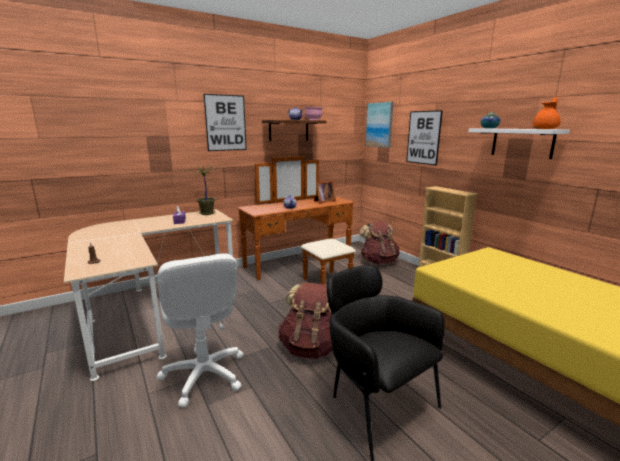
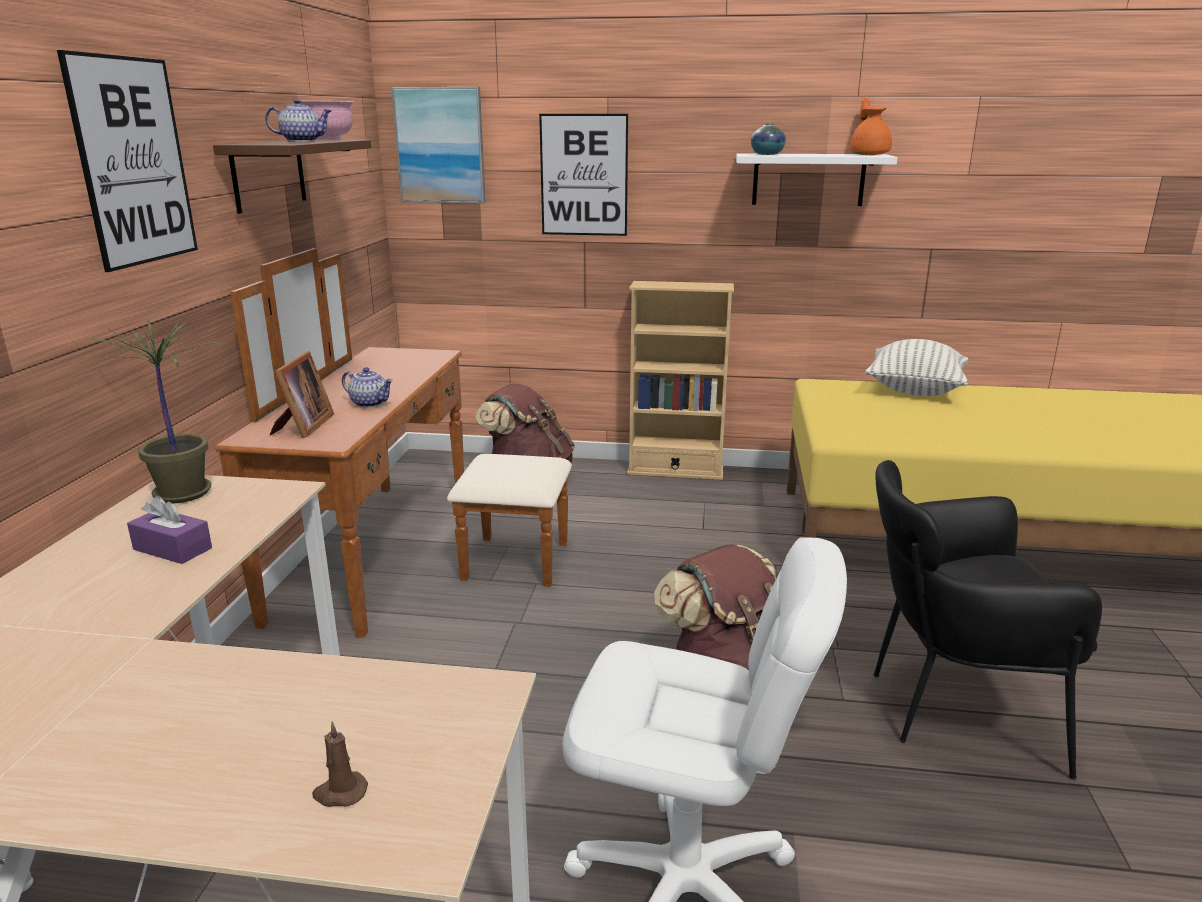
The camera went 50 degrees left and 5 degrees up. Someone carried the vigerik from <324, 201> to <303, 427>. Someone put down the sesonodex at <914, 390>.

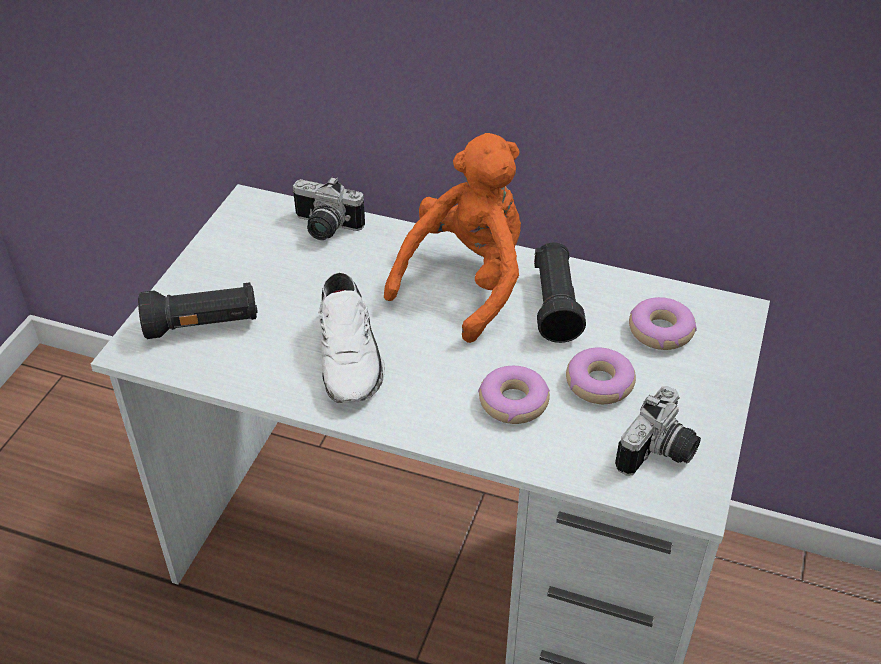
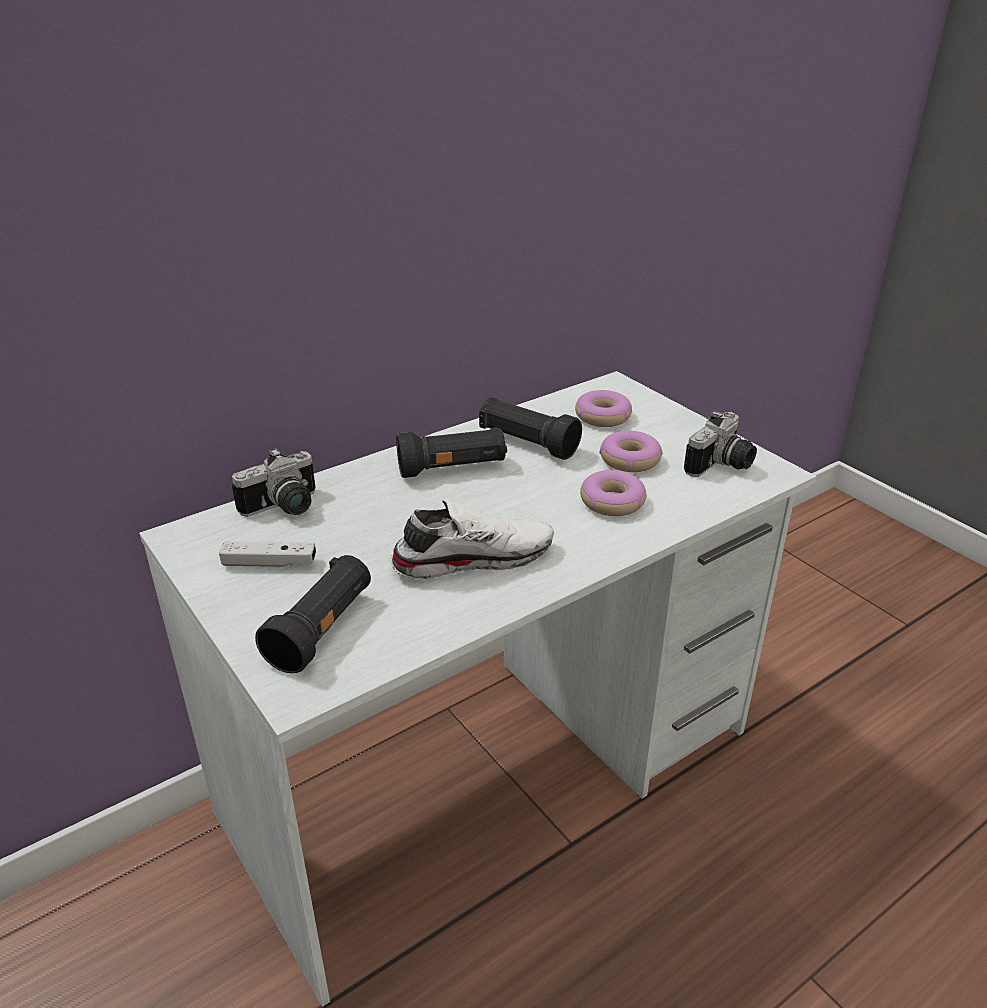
The camera went 55 degrees left and 10 degrees down. Someone put down the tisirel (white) at <269, 563>. Someone rotated the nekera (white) at <351, 356> by 45 degrees counterclockwise. Someone swapped the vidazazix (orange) at <466, 282> for the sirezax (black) at <452, 468>. Someone rotated the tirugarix at <660, 454> by 60 degrees clockwise.

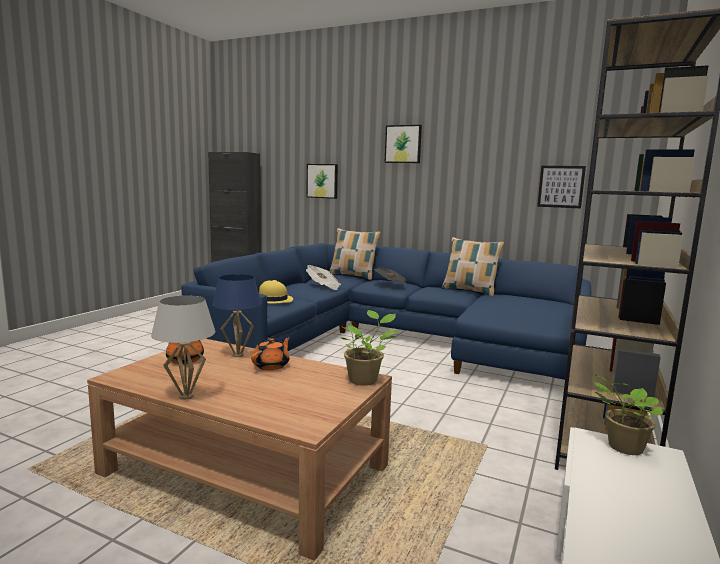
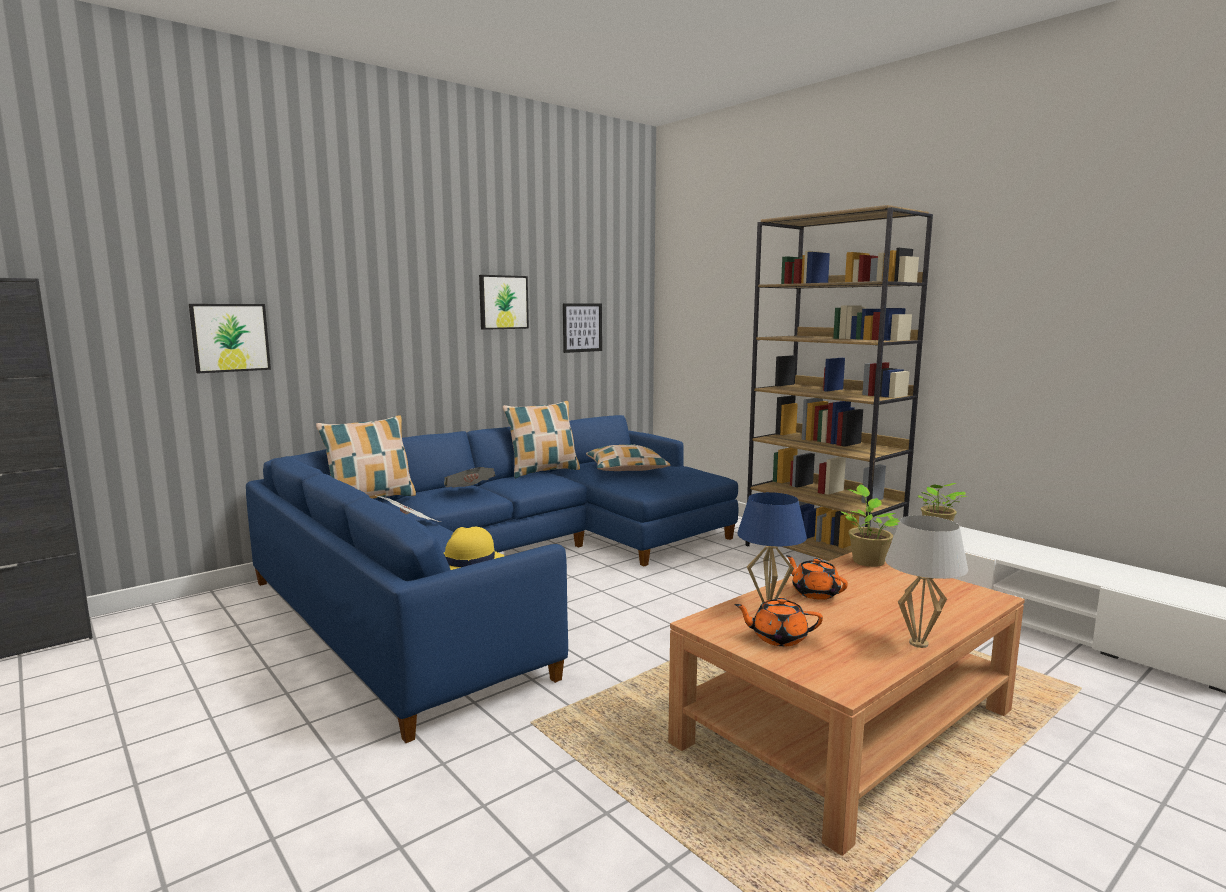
The camera went 65 degrees left and 0 degrees up. Someone carried the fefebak from <403, 144> to <503, 302>. Someone put down the sesonodex at <626, 469>.

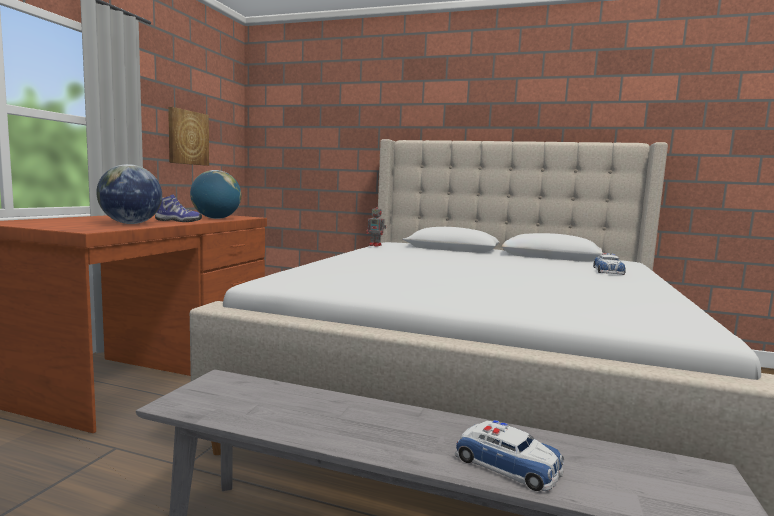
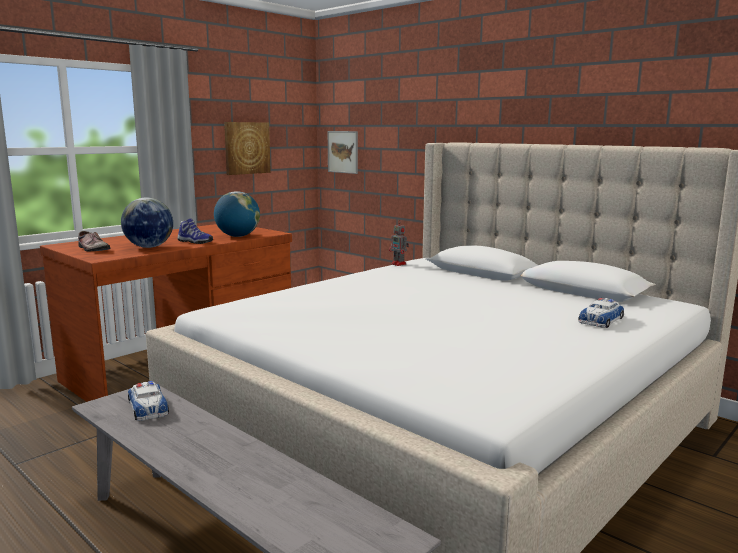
The camera went 25 degrees right and 5 degrees up. Someone put down the nekera at <92, 249>. Someone carried the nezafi from <507, 465> to <148, 407>. Someone put up the fefebak at <343, 152>.

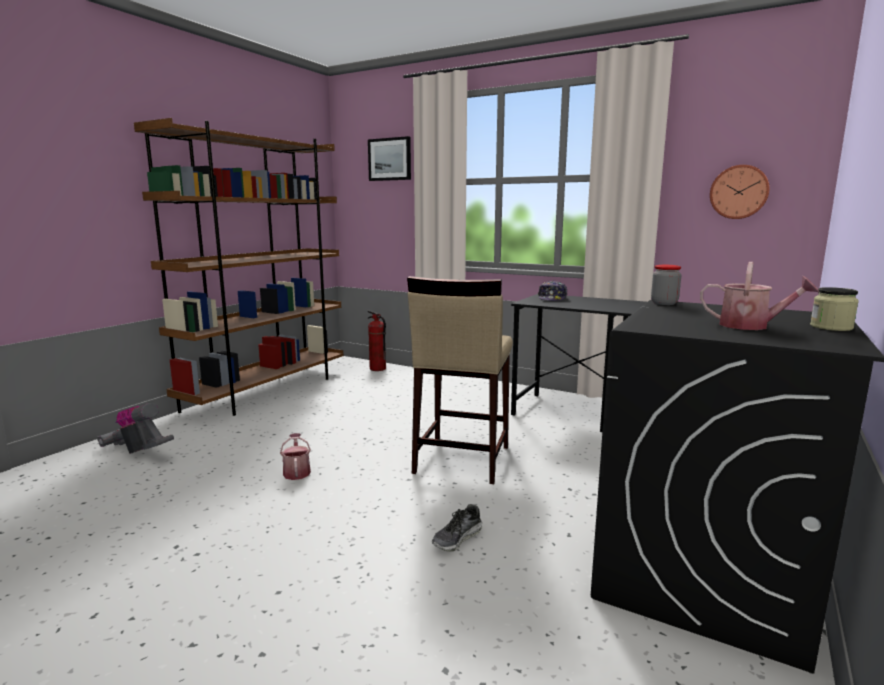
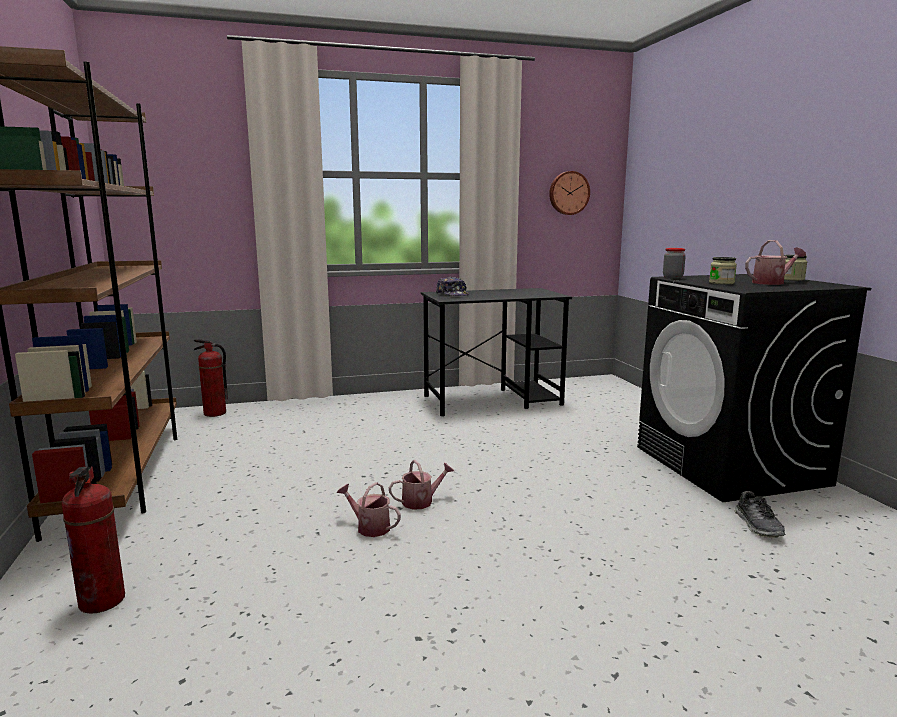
The camera went 45 degrees left and 0 degrees up. Someone swapped the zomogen at <138, 451> for the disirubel at <103, 601>. Someone put down the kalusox at <421, 501>. Someone put down the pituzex at <721, 283>. Someone carried the nekera from <457, 538> to <758, 526>. Someone took away the fefebak at <390, 159>. Someone took away the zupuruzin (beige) at <460, 460>.

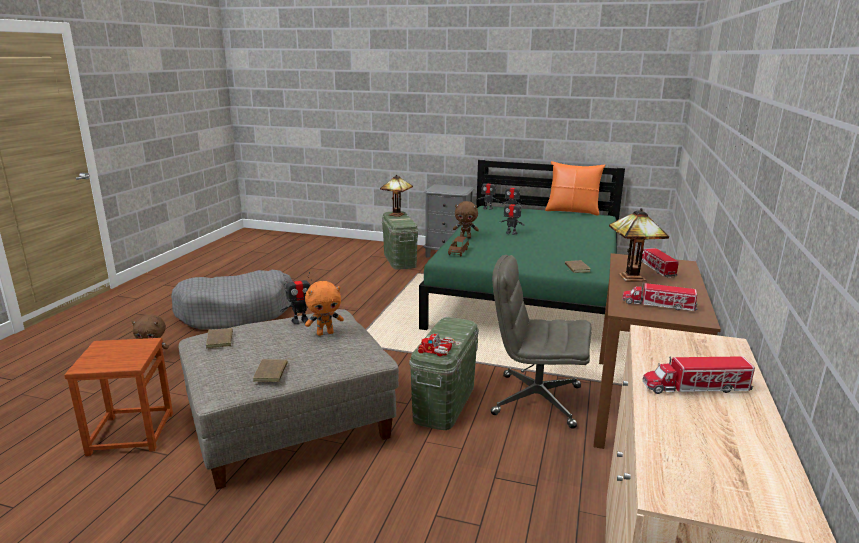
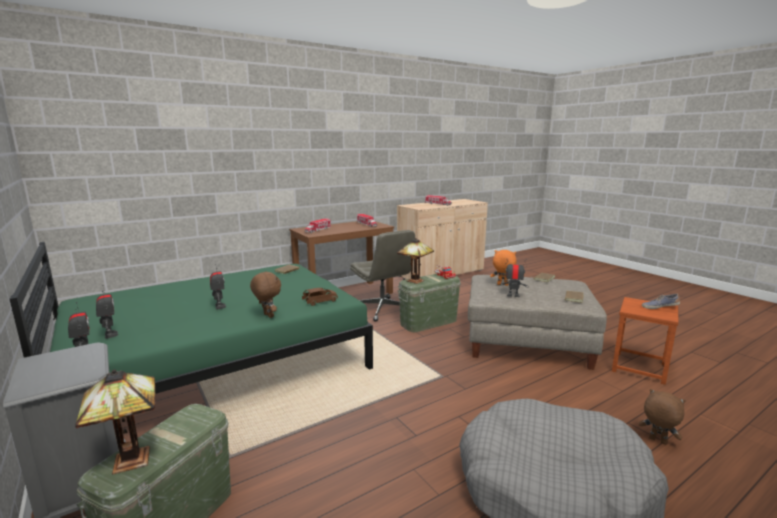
The camera went 140 degrees left and 5 degrees down. Someone carried the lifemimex from <630, 277> to <415, 281>. Someone put down the nekera at <659, 307>. Someone took away the sesonodex (orange) at <572, 211>.

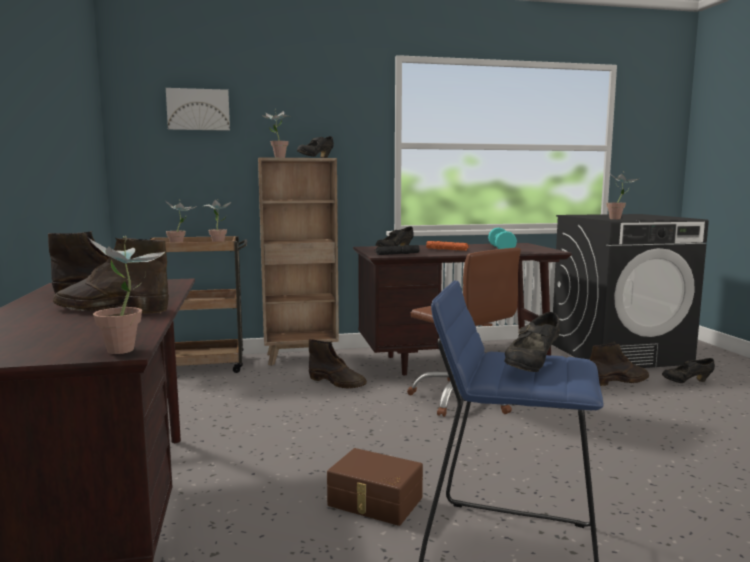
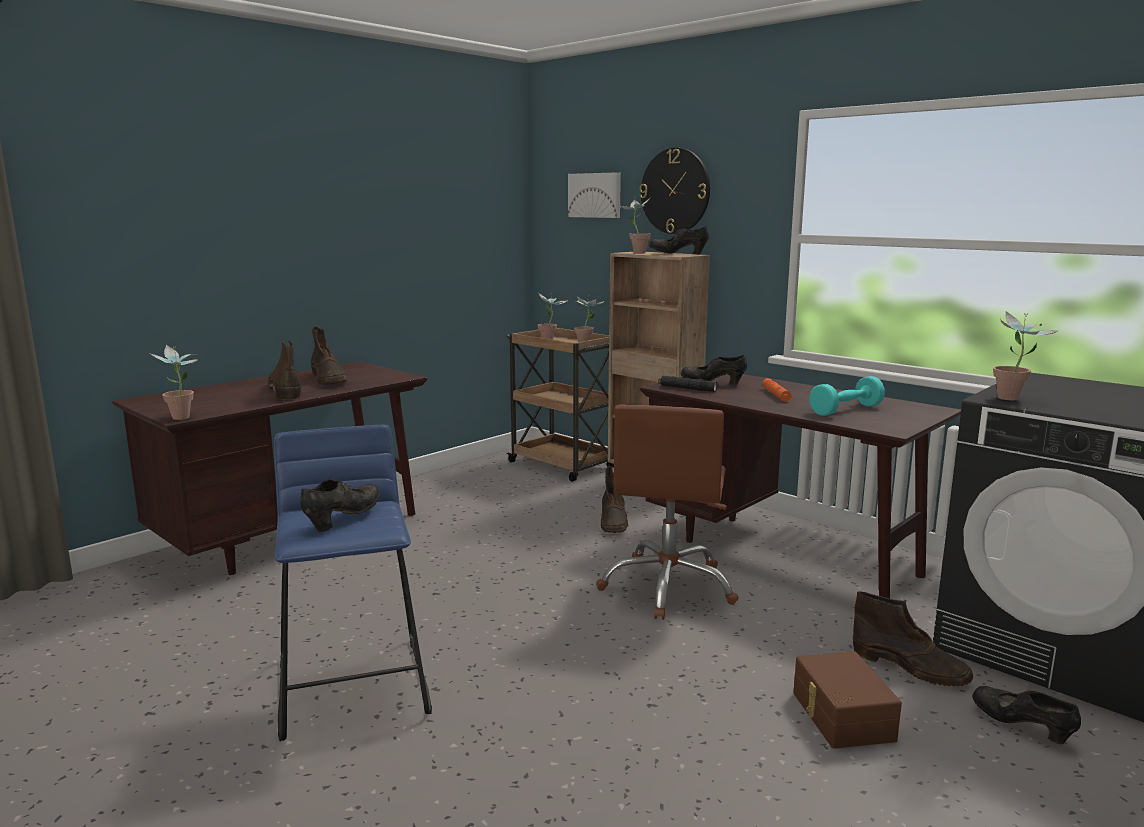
The camera went 55 degrees right and 5 degrees up. Someone rotated the nekera (black) at <532, 367> by 120 degrees clockwise. Someone put up the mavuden at <675, 191>. Someone carried the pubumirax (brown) from <374, 502> to <840, 716>.

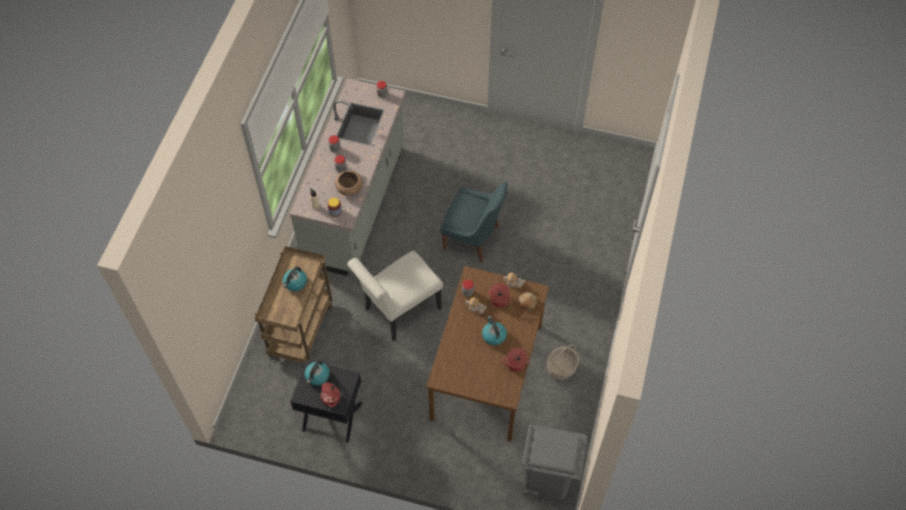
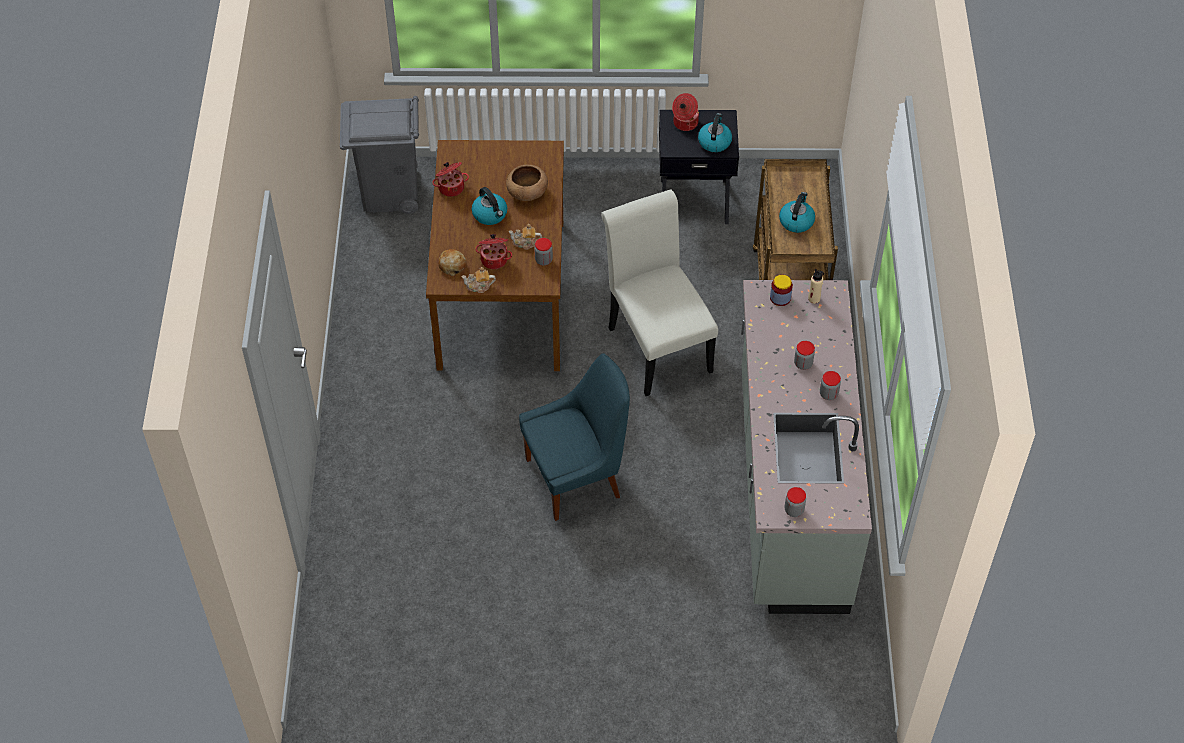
The camera went 165 degrees right and 5 degrees down. Someone carried the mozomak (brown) from <349, 188> to <526, 192>. Someone rotated the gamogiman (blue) at <473, 238> by 150 degrees clockwise. Someone rotated the gamogiman (white) at <398, 311> by 60 degrees counterclockwise. Someone took away the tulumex at <561, 368>.

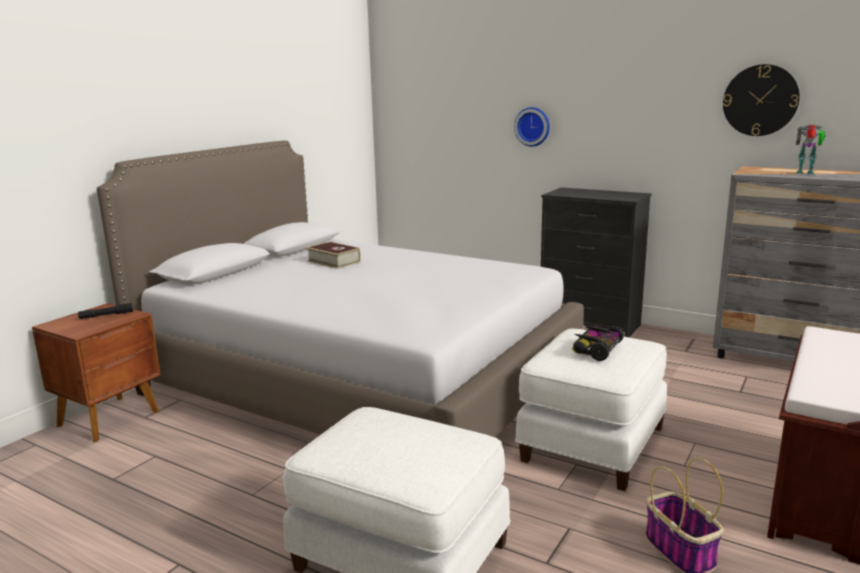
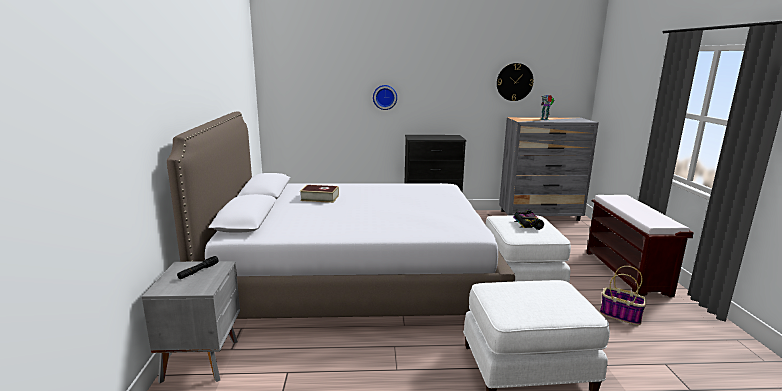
The camera went 35 degrees left and 0 degrees up. Someone repainted the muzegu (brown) at <111, 418>, which became the muzegu (grey) at <202, 360>.

